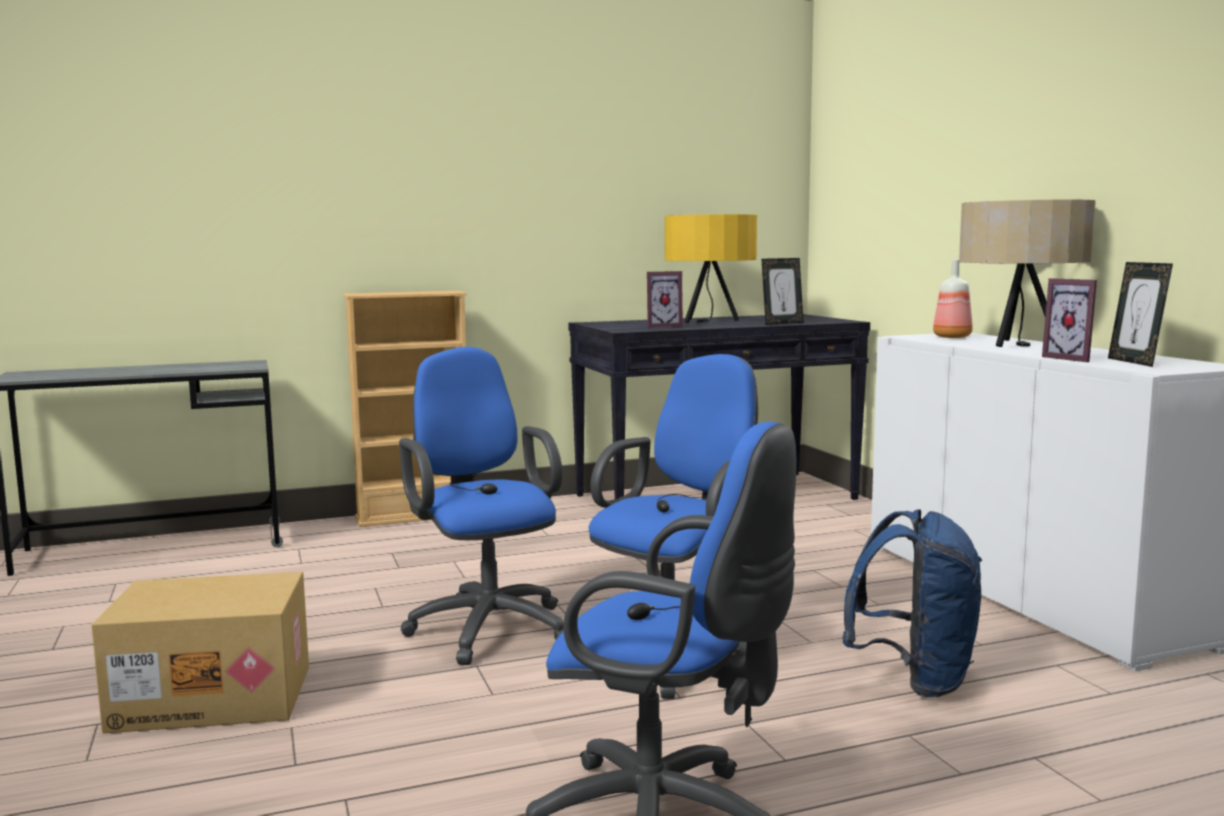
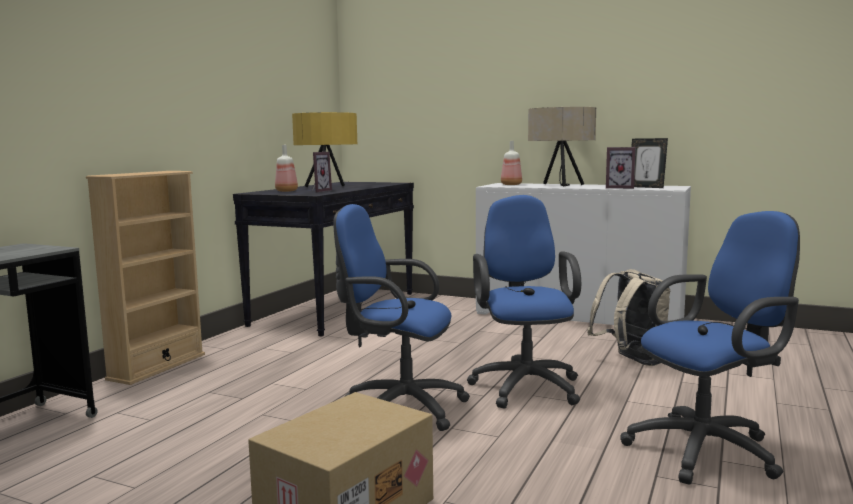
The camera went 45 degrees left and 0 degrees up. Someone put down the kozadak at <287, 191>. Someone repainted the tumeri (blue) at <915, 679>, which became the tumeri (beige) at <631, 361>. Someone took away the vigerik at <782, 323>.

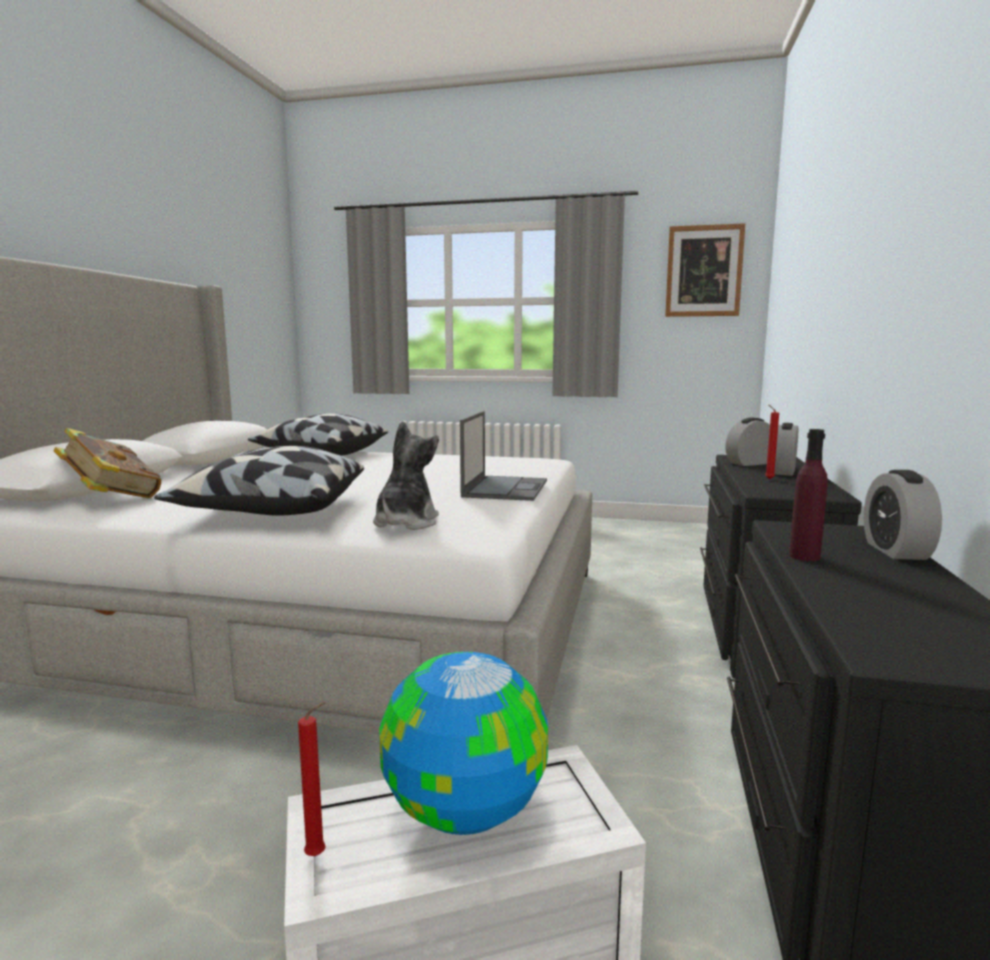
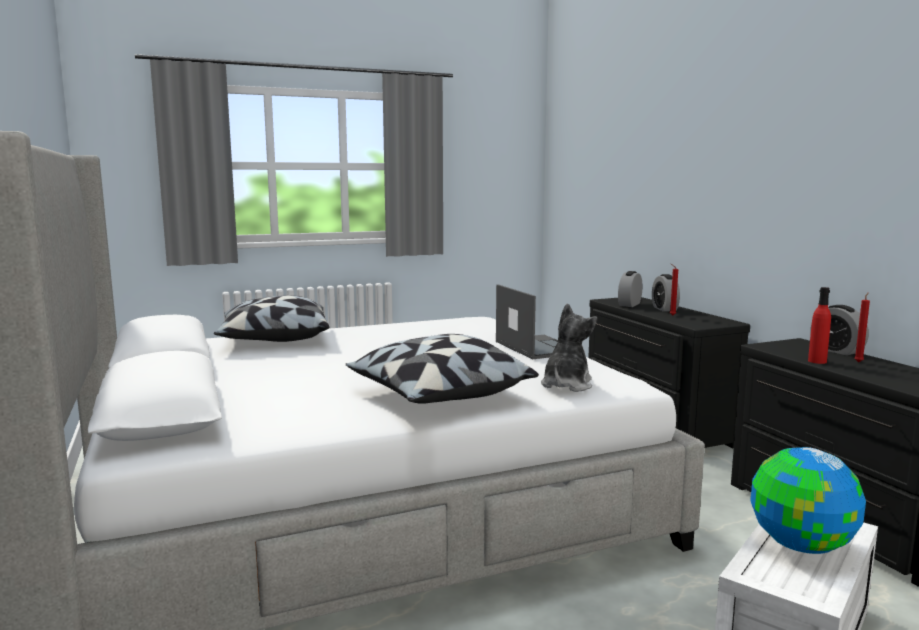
The camera went 35 degrees left and 0 degrees up. Someone rotated the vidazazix at <405, 523> by 45 degrees clockwise. Someone repainted the kozadak (purple) at <804, 556>, which became the kozadak (red) at <817, 361>. Someone carried the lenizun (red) from <319, 855> to <859, 362>. Someone took away the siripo at <112, 499>. Someone took away the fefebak at <704, 271>.

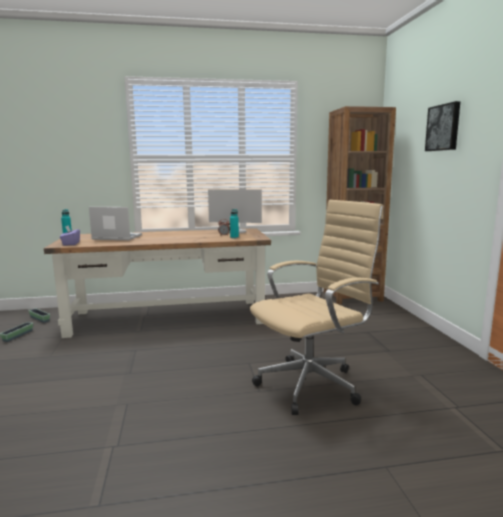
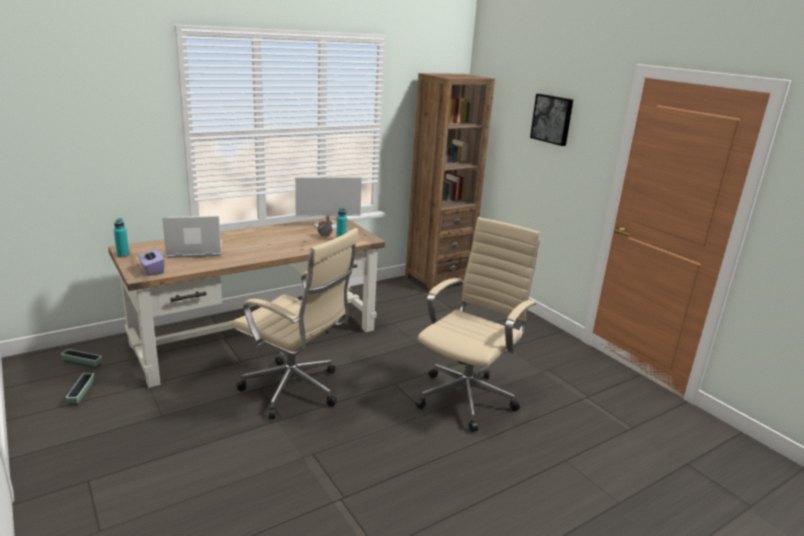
The camera went 25 degrees left and 10 degrees up. Someone put down the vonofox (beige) at <296, 391>.

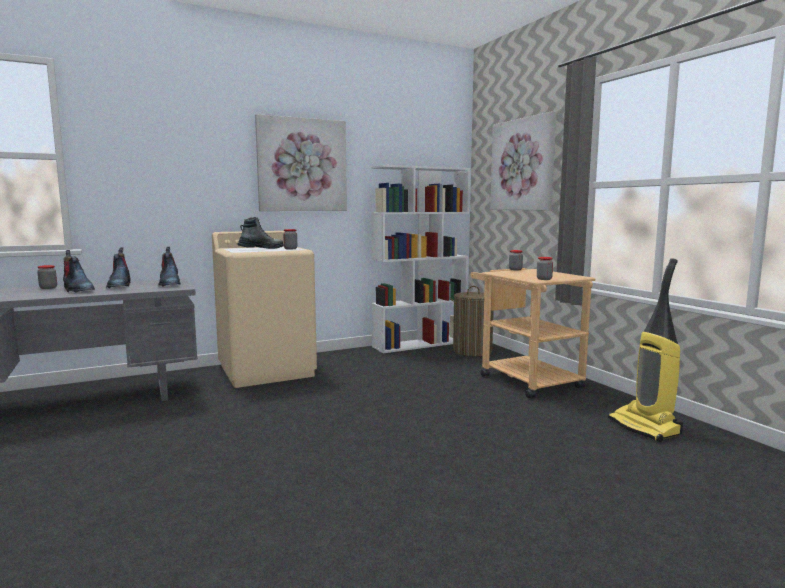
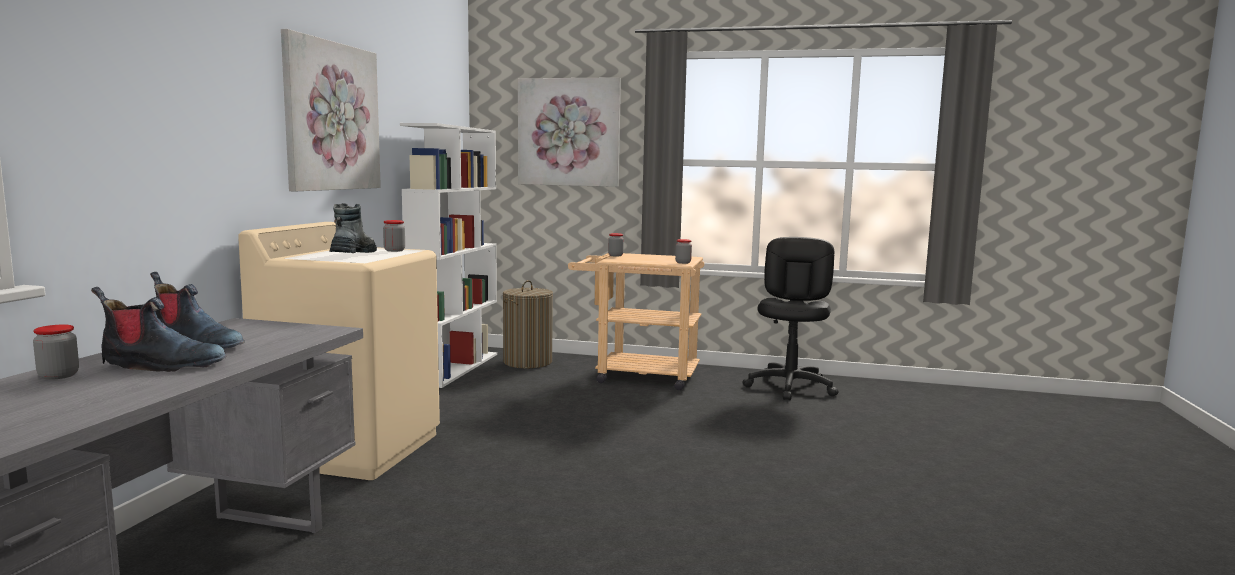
The camera went 50 degrees left and 0 degrees up. Someone swapped the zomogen at <645, 427> for the vonofox (black) at <790, 387>. Someone took away the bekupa at <169, 284>.

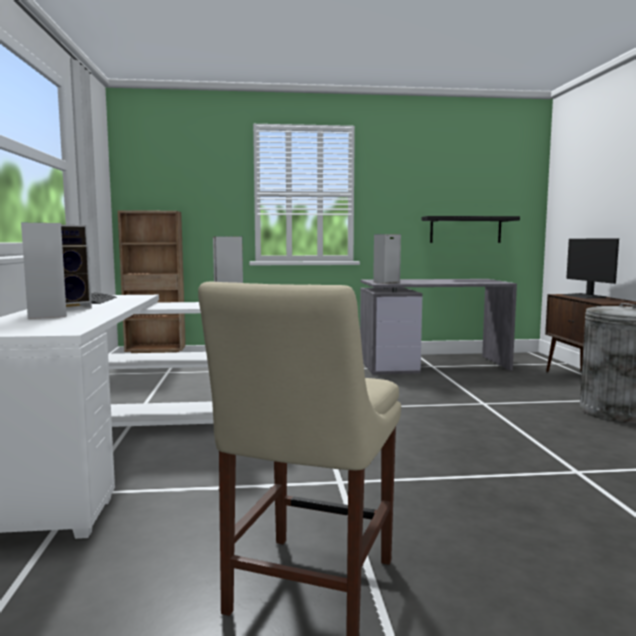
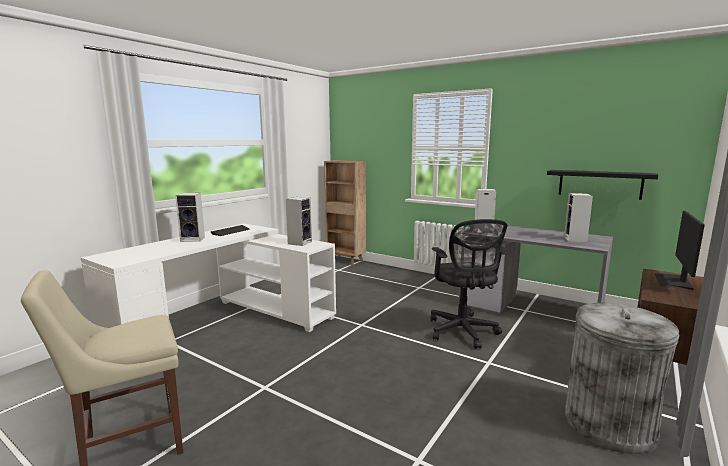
The camera went 40 degrees right and 5 degrees up. Someone put down the vonofox (black) at <463, 332>. Someone carried the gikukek from <48, 315> to <576, 239>.

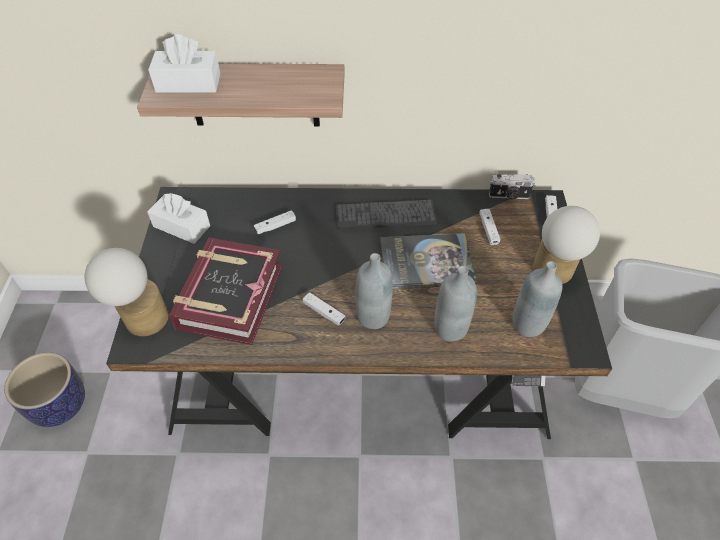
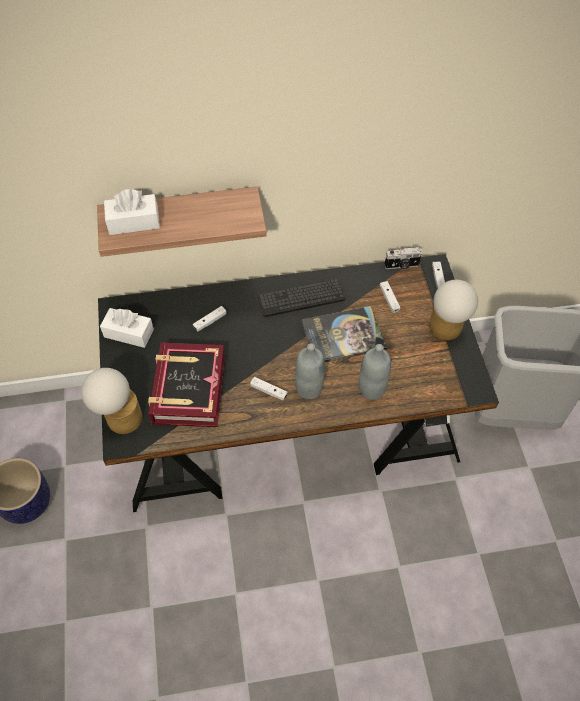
The camera went 10 degrees left and 5 degrees up. Someone took away the kozadak (grey) at <528, 324>.

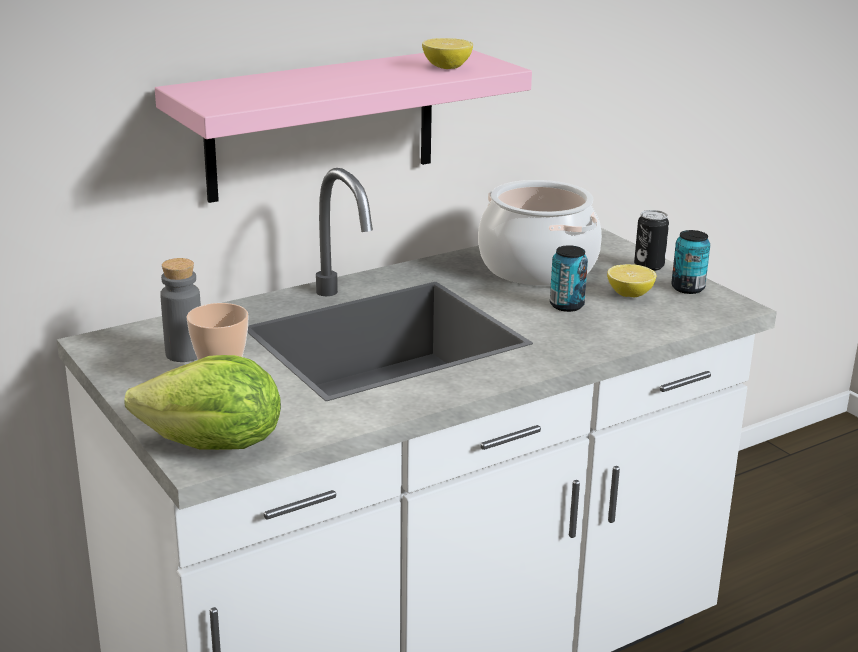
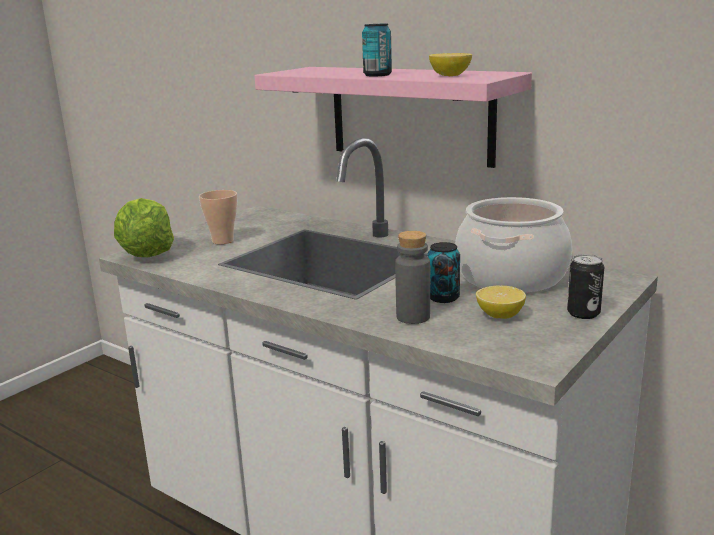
The camera went 70 degrees right and 5 degrees down. Someone carried the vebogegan from <687, 288> to <377, 75>. Someone carried the kozadak (grey) from <184, 354> to <413, 317>.

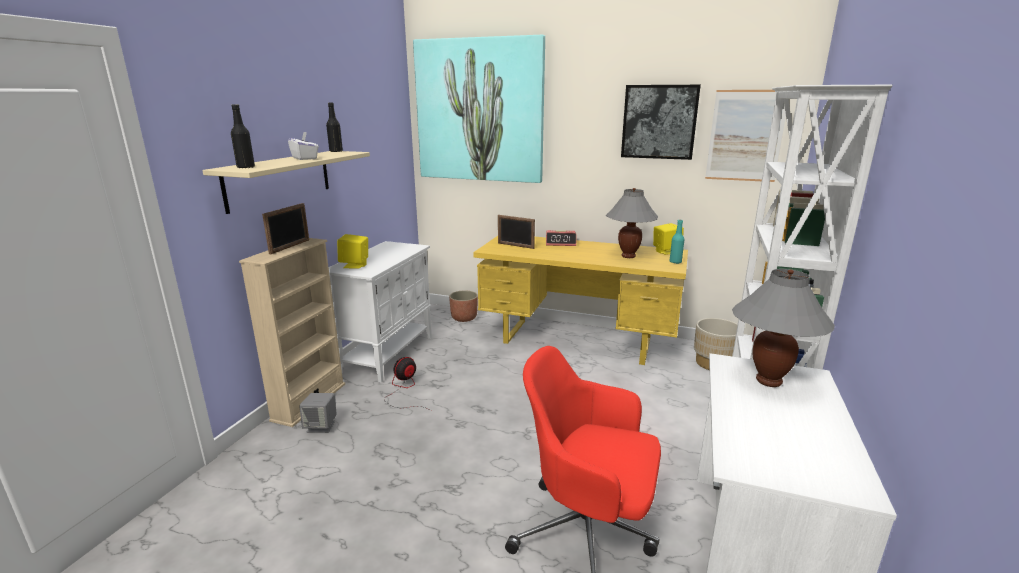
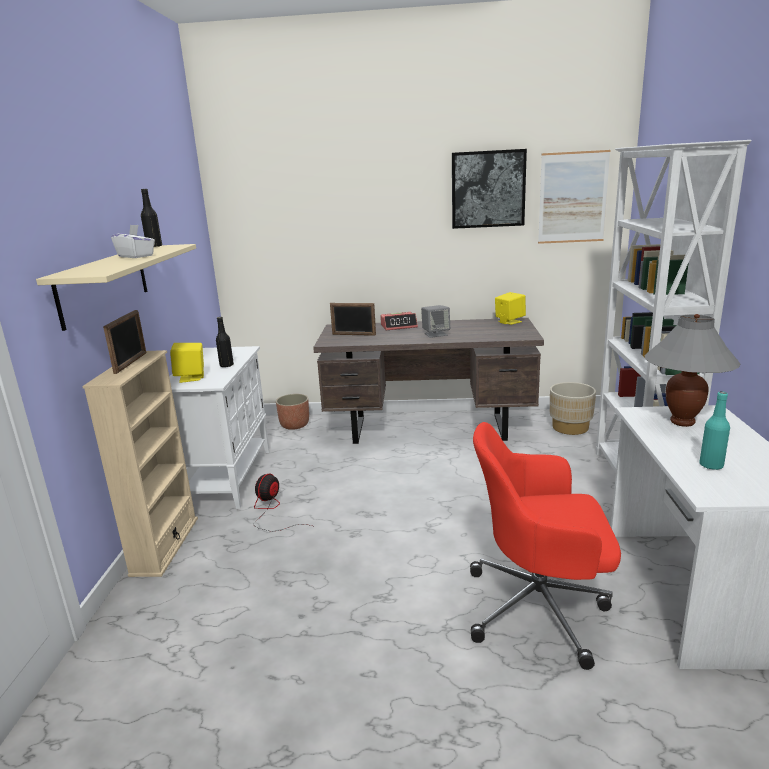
The camera went 15 degrees left and 0 degrees up. Someone carried the kozadak (black) from <246, 167> to <226, 365>. Someone repainted the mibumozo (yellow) at <578, 341>, which became the mibumozo (brown) at <430, 428>. Someone carried the gikukek (grey) from <321, 426> to <435, 334>. Someone carried the kozadak (turquoise) from <675, 262> to <711, 465>. Someone took away the fefebak at <480, 111>. Someone took away the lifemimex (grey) at <628, 256>.

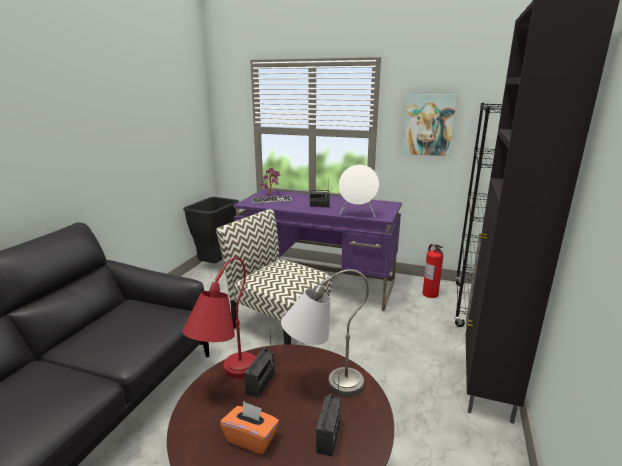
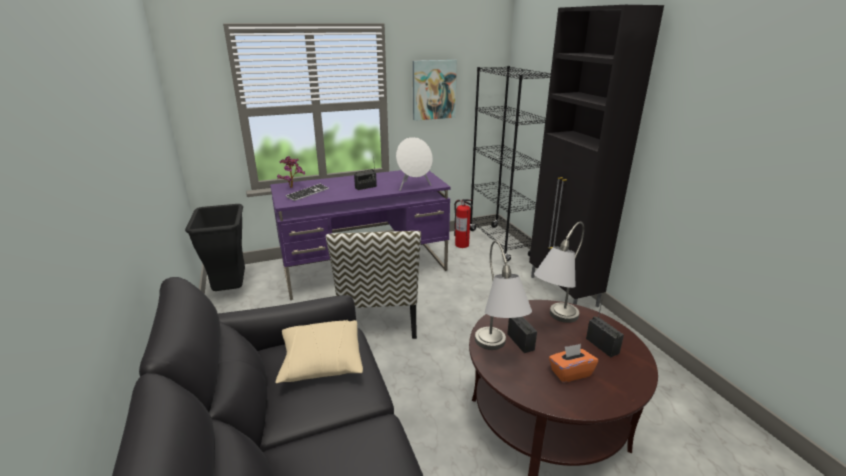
The camera went 40 degrees left and 5 degrees up. Someone put down the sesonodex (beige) at <321, 361>. Someone rotated the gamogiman at <278, 324> by 90 degrees counterclockwise. Someone repainted the lifemimex (red) at <225, 381>, which became the lifemimex (grey) at <497, 354>.

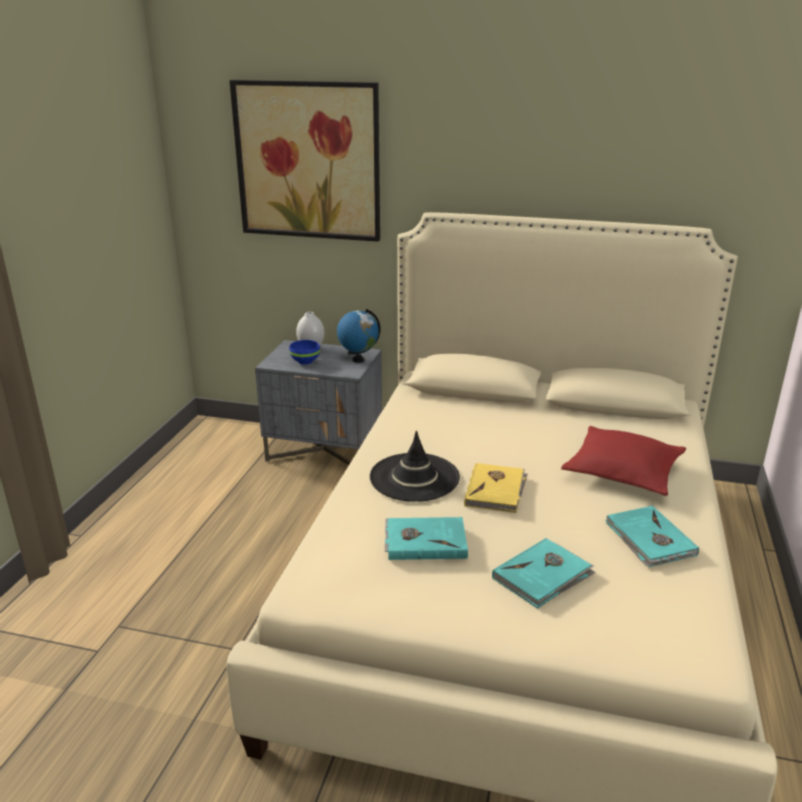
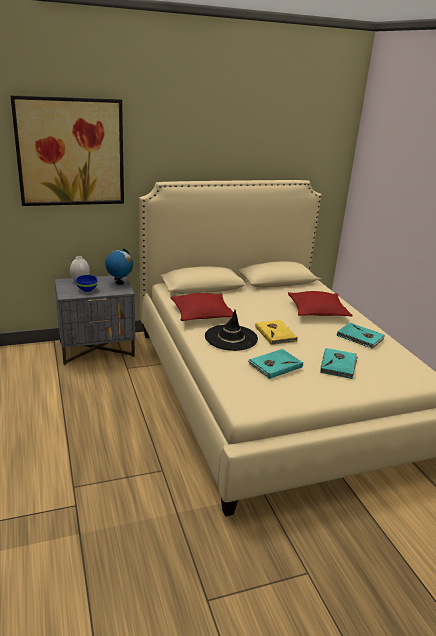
The camera went 35 degrees left and 0 degrees up. Someone put down the sesonodex (red) at <202, 314>.

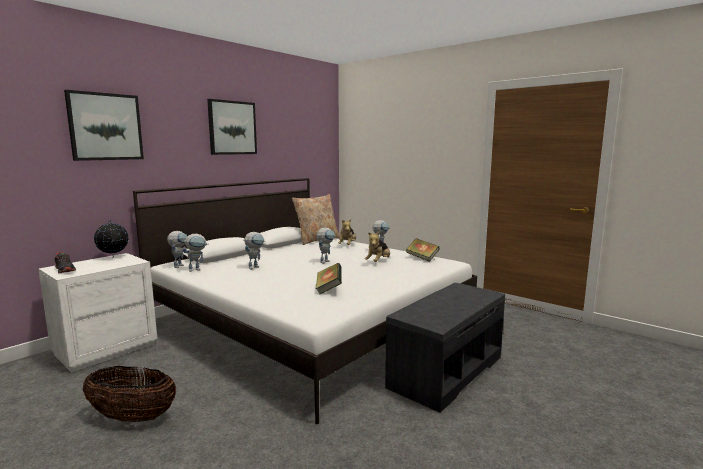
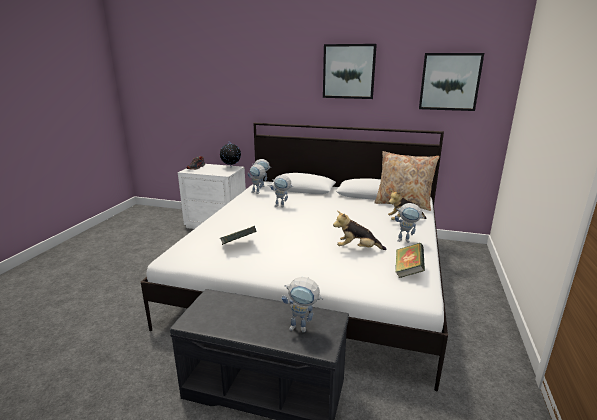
The camera went 65 degrees right and 10 degrees up. Someone carried the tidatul from <326, 261> to <303, 328>. Someone carried the fefebak from <105, 127> to <449, 82>. Someone took away the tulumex at <132, 417>.

